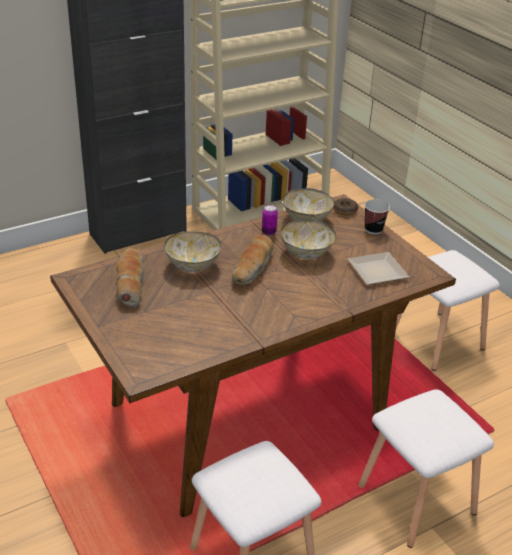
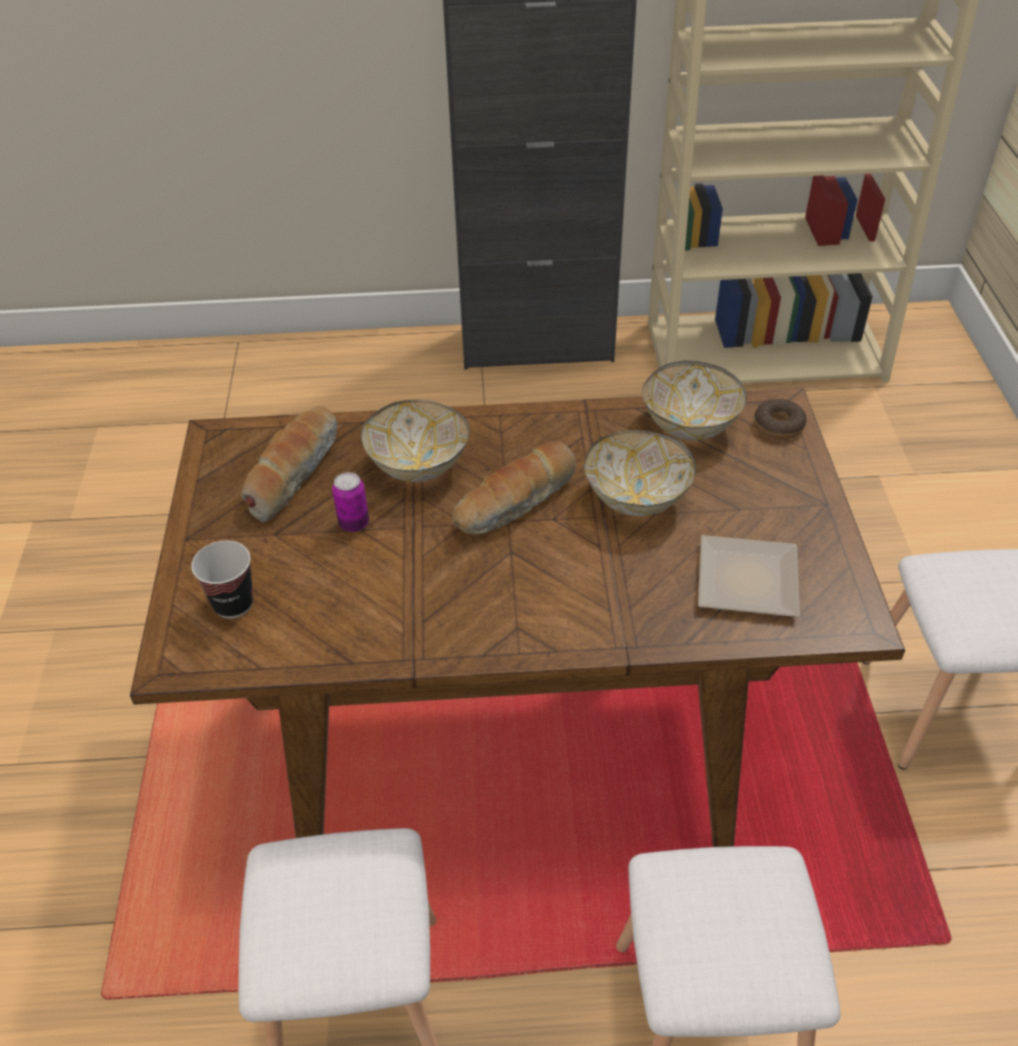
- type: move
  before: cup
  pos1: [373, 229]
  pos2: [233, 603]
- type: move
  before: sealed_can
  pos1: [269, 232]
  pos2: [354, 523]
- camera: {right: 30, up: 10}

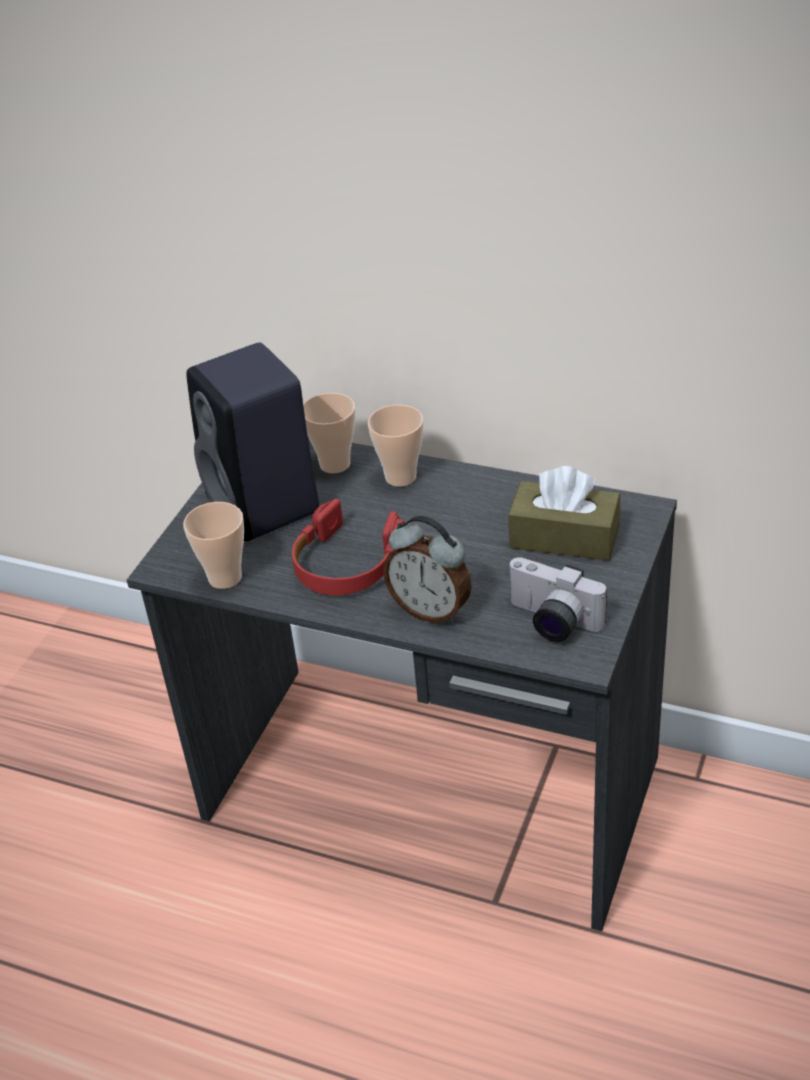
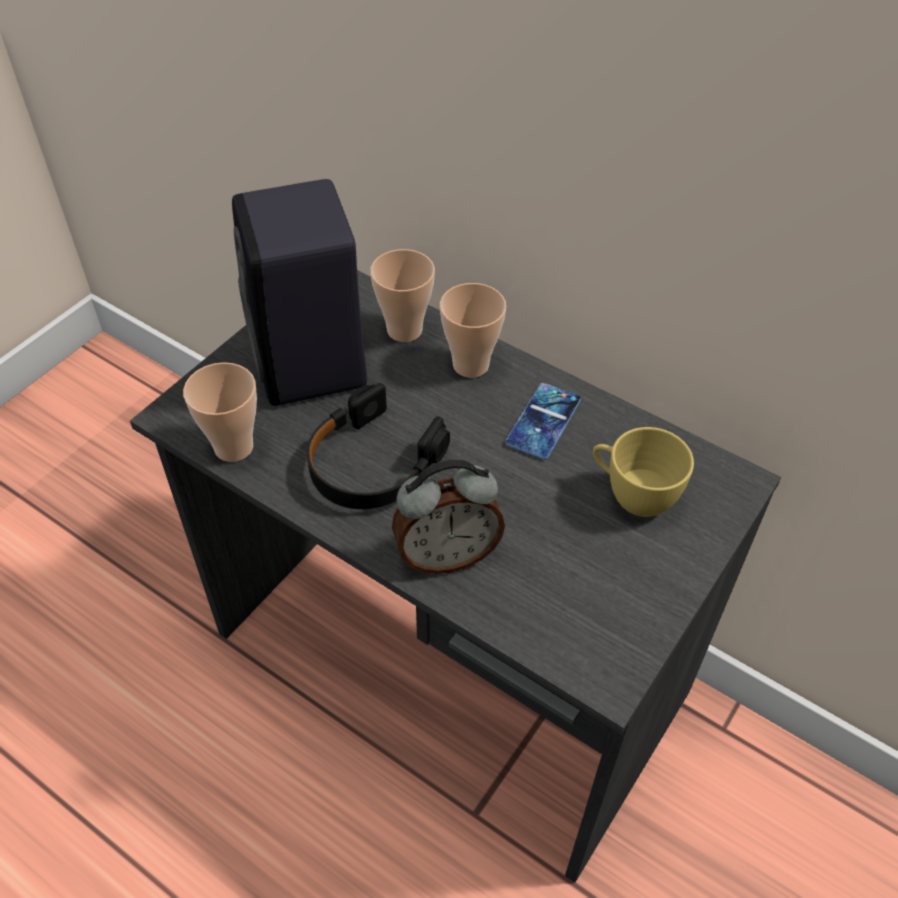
- type: replace
  before: brown_box_of_tissues
  after: yellow-coloured_cup
  pos1: [564, 537]
  pos2: [632, 495]
- type: recolor
  before: red_pair_of_headphones
  after: blackish_pair_of_headphones
  pos1: [346, 563]
  pos2: [372, 463]
- type: rotate
  before: alarm_clock
  pos1: [431, 610]
  pos2: [447, 554]
  turn: -60
- type: delete
  before: still_camera
  pos1: [551, 622]
- type: insert
  after: handset
  pos2: [543, 421]
- camera: {right: 10, up: 10}

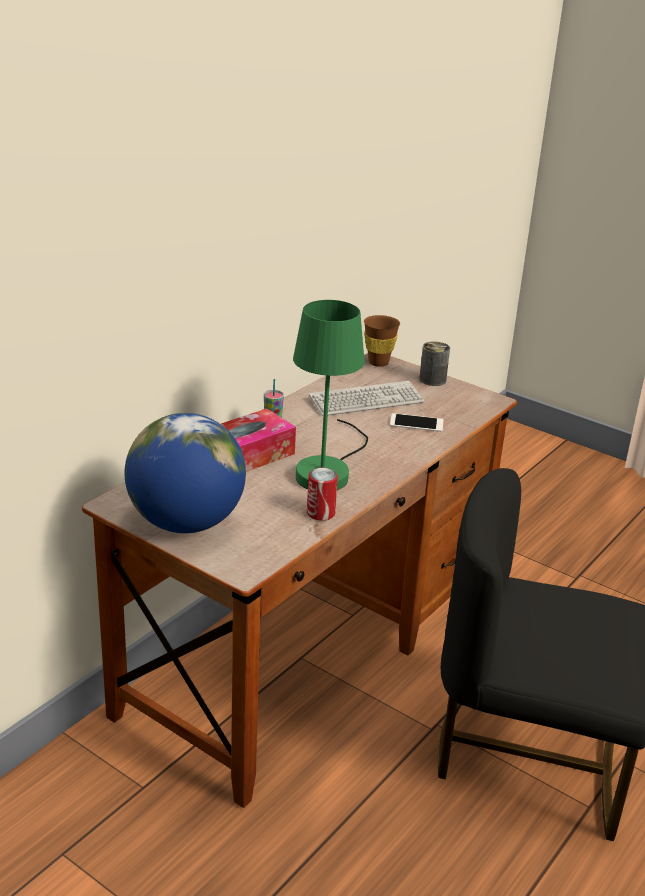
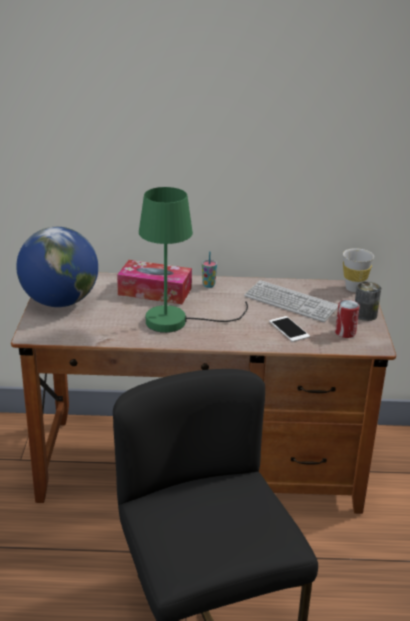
- type: recolor
  before: brown_cup
  after: whitish_cup
  pos1: [378, 362]
  pos2: [354, 288]
- type: move
  before: sealed_can
  pos1: [321, 513]
  pos2: [345, 333]
- camera: {right: 55, up: 0}

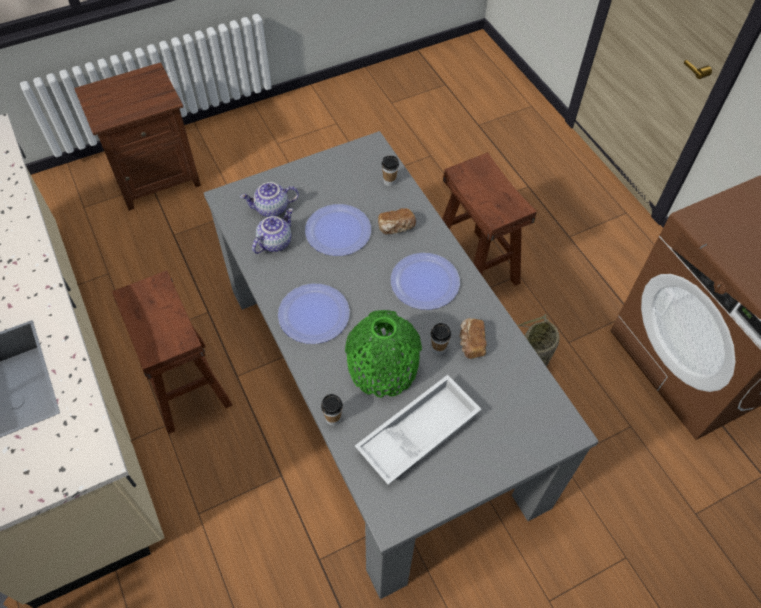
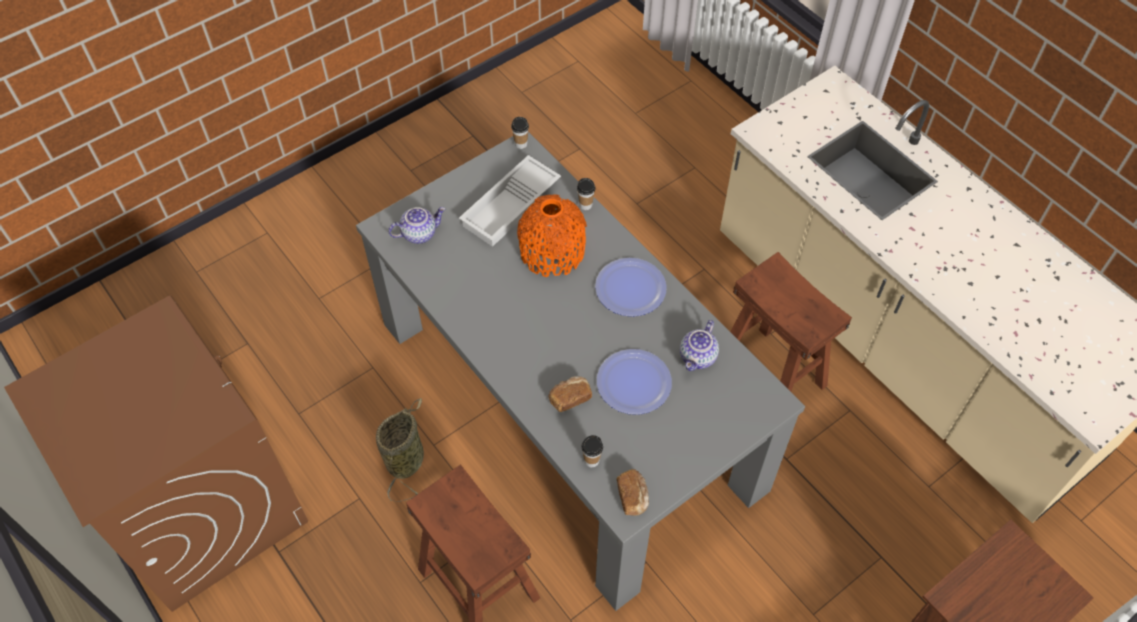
- type: move
  before: tea_pot
  pos1: [271, 209]
  pos2: [419, 233]
- type: delete
  before: dinner_plate
  pos1: [425, 282]
- type: recolor
  before: greenish_decorative_vase
  after: orange_decorative_vase
  pos1: [383, 367]
  pos2: [552, 252]
- type: move
  before: baked_bread
  pos1: [470, 343]
  pos2: [633, 497]
- type: move
  before: cup
  pos1: [438, 348]
  pos2: [521, 144]
- camera: {right: 170, up: 0}

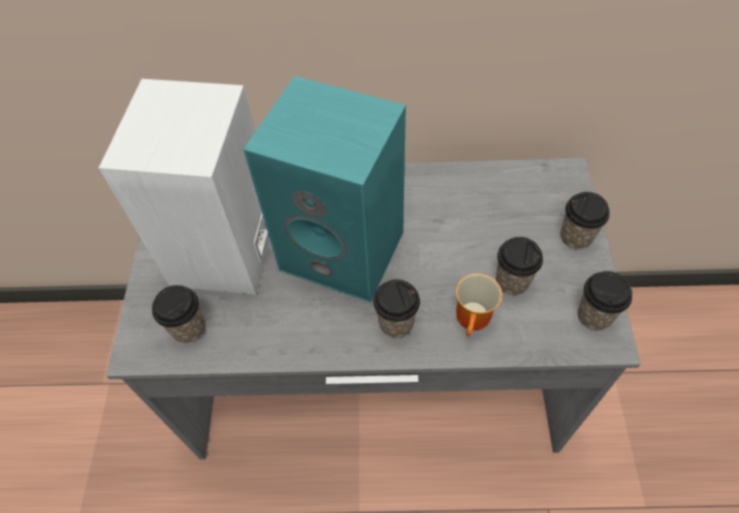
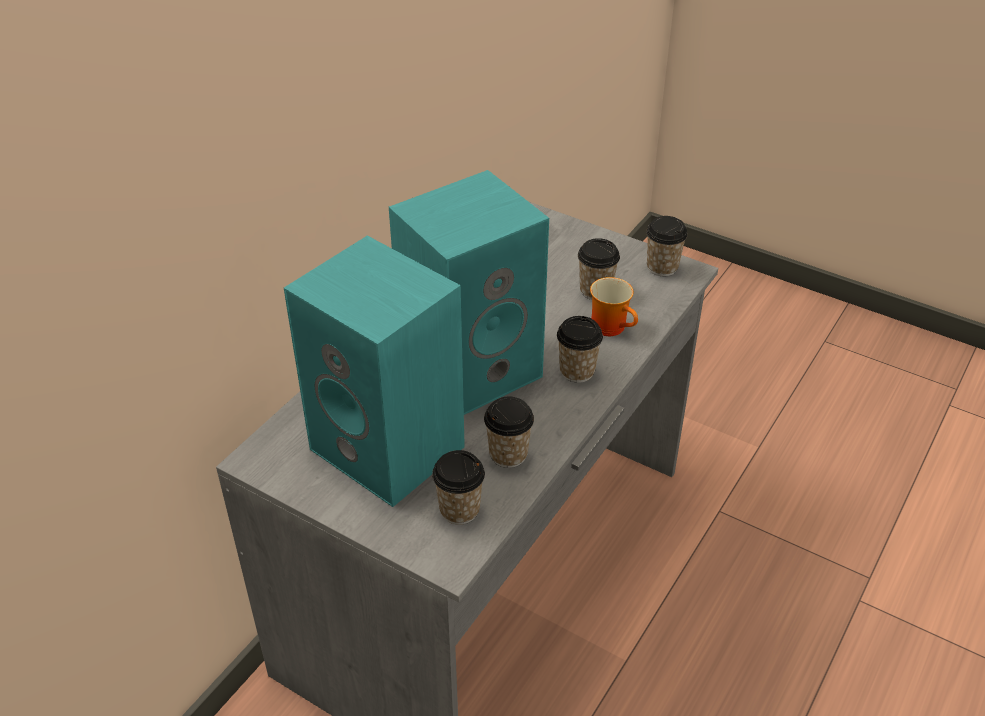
- type: recolor
  before: whitish_loudspeaker
  after: blue-green_loudspeaker
  pos1: [227, 251]
  pos2: [392, 448]
- type: move
  before: cup
  pos1: [576, 237]
  pos2: [508, 454]
- camera: {right: -60, up: -15}

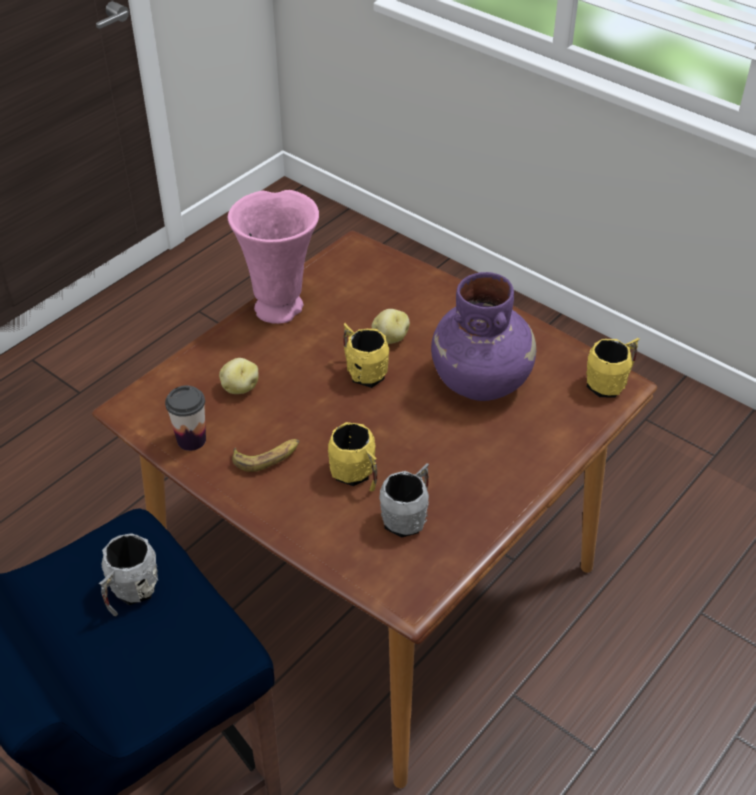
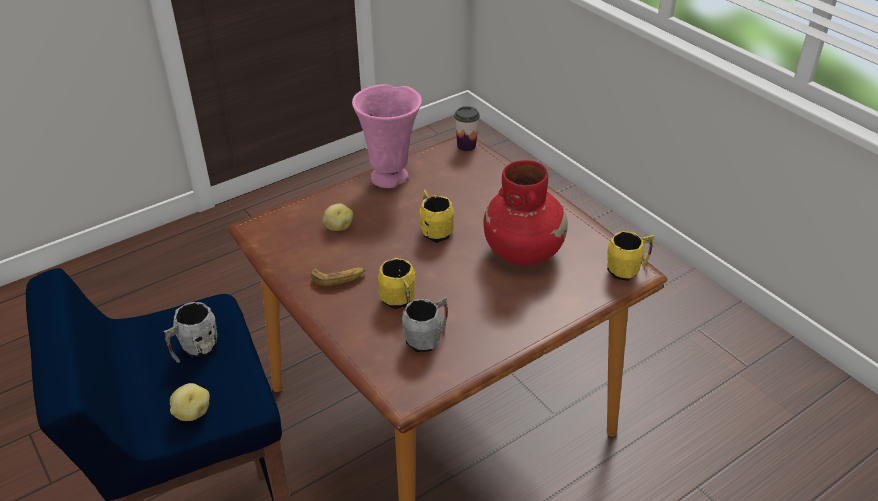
- type: recolor
  before: purple-coloured_decorative_vase
  after: red_decorative_vase
  pos1: [481, 380]
  pos2: [524, 251]
- type: move
  before: whole_potato
  pos1: [390, 338]
  pos2: [192, 412]
- type: move
  before: cup
  pos1: [191, 440]
  pos2: [466, 146]
- camera: {right: 15, up: -5}

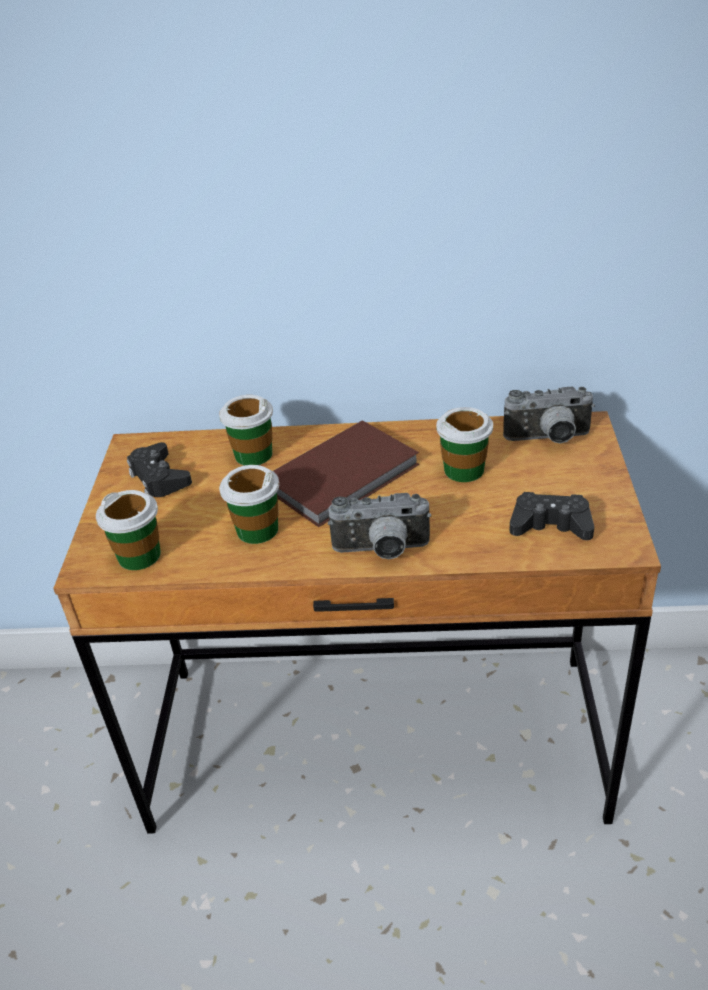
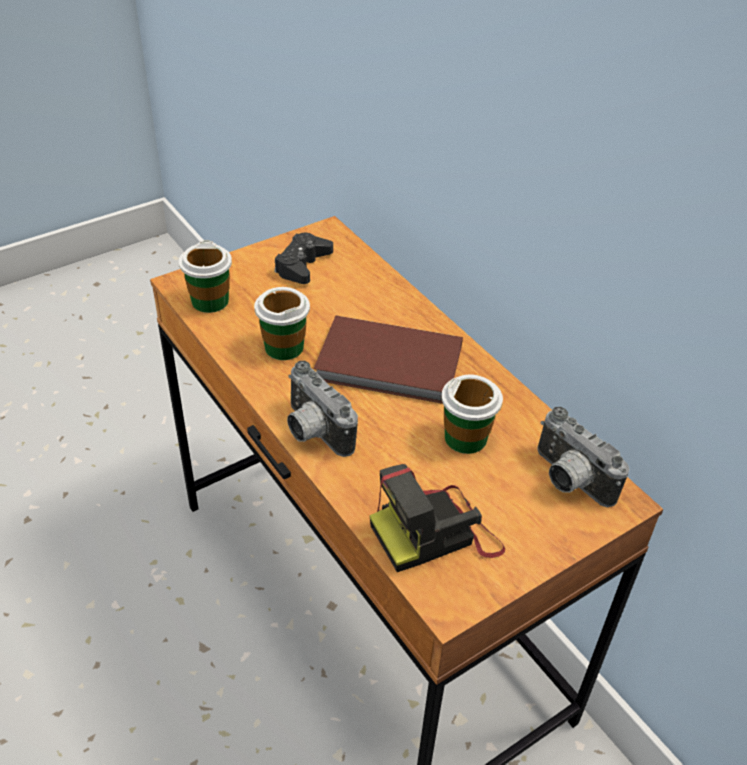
- type: delete
  before: cup
  pos1: [253, 454]
- type: replace
  before: blackish_gamepad
  after: still_camera
  pos1: [551, 525]
  pos2: [436, 533]
- camera: {right: 50, up: 5}

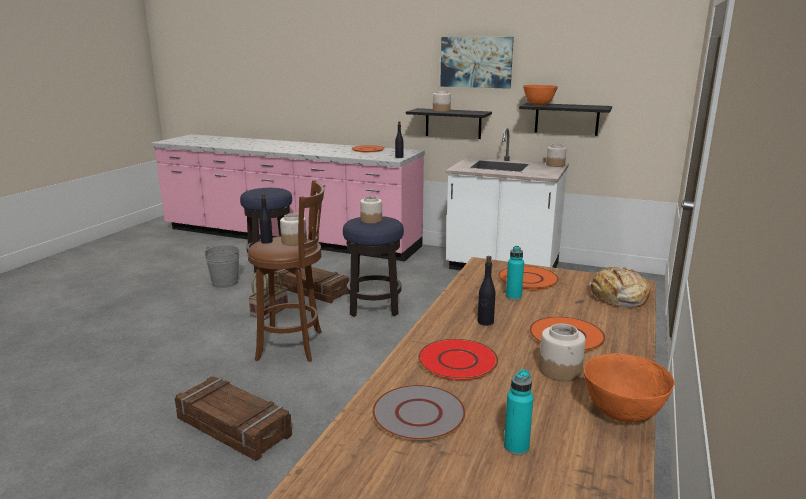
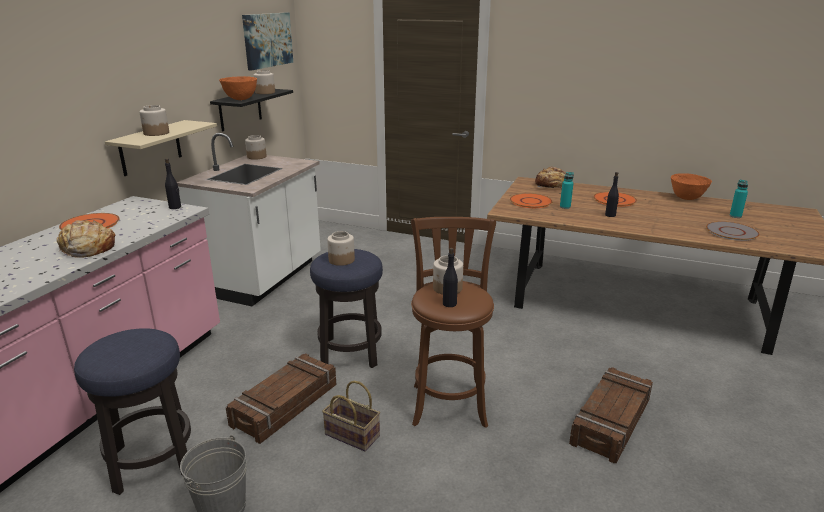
- type: move
  before: wall_art
  pos1: [476, 62]
  pos2: [267, 40]
- type: recolor
  before: blackish_bracket_shelf
  after: beige_bracket_shelf
  pos1: [453, 123]
  pos2: [150, 148]
- type: move
  before: jar
  pos1: [560, 370]
  pos2: [265, 92]
- type: delete
  before: red_dinner_plate
  pos1: [457, 361]
- type: insert
  after: baked_bread
  pos2: [87, 248]
- camera: {right: -90, up: 5}

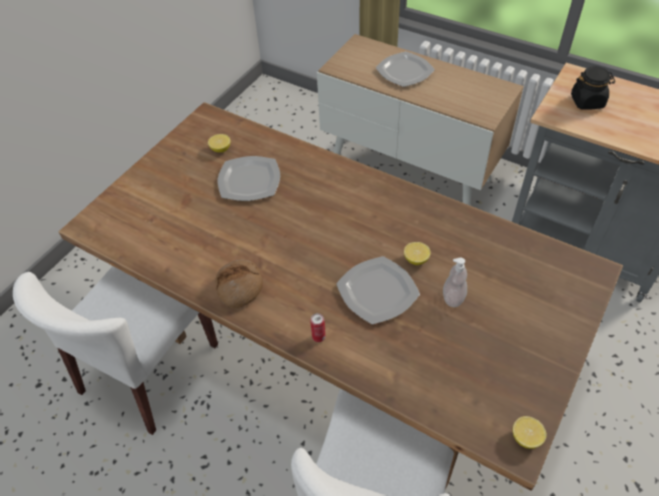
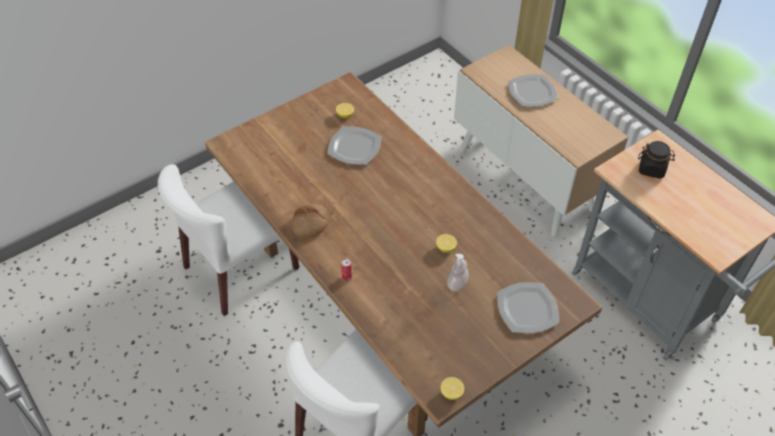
- type: move
  before: dinner_plate
  pos1: [377, 290]
  pos2: [527, 308]
- camera: {right: 20, up: 0}

